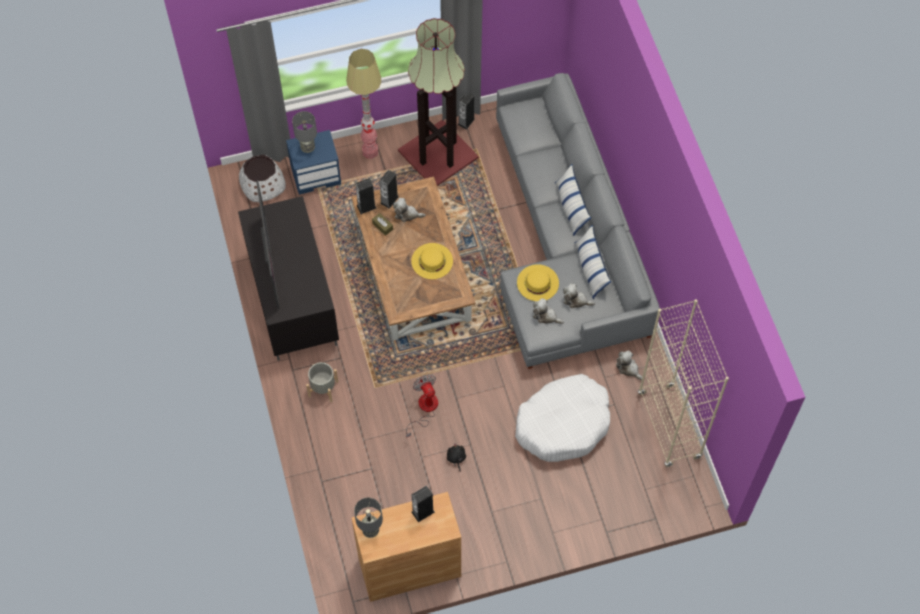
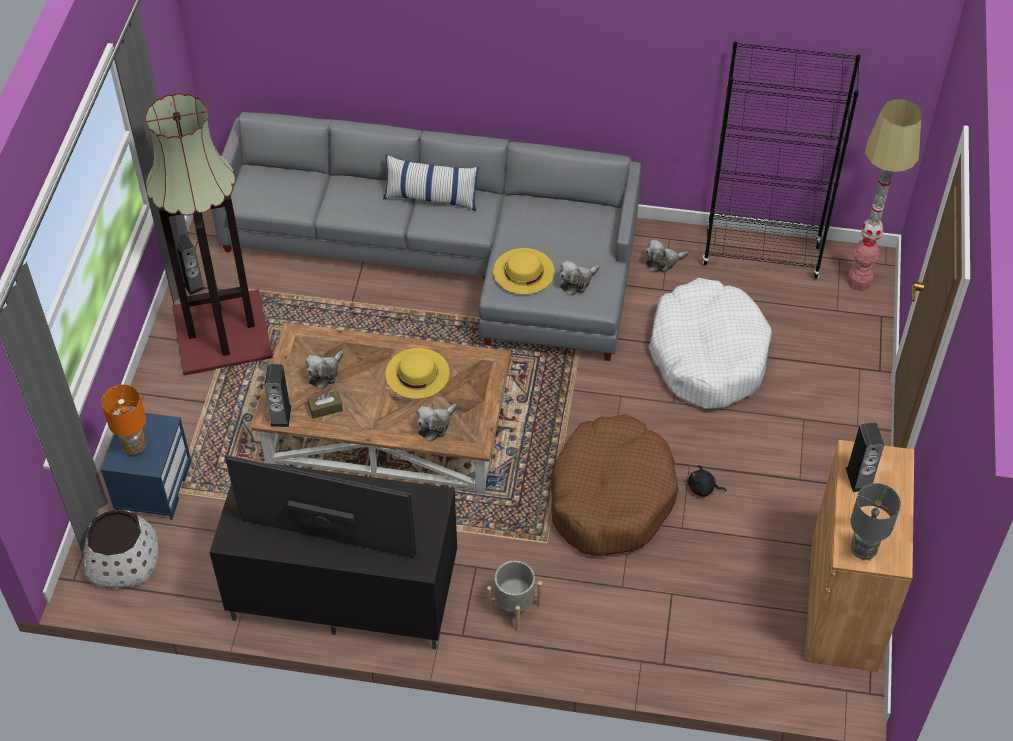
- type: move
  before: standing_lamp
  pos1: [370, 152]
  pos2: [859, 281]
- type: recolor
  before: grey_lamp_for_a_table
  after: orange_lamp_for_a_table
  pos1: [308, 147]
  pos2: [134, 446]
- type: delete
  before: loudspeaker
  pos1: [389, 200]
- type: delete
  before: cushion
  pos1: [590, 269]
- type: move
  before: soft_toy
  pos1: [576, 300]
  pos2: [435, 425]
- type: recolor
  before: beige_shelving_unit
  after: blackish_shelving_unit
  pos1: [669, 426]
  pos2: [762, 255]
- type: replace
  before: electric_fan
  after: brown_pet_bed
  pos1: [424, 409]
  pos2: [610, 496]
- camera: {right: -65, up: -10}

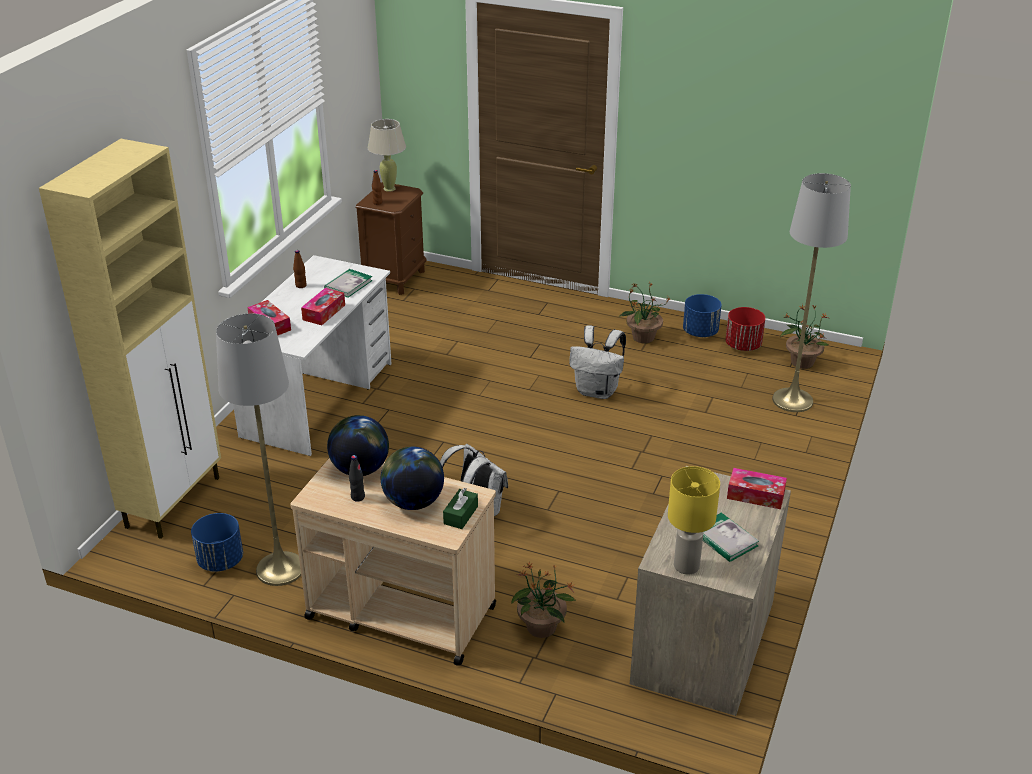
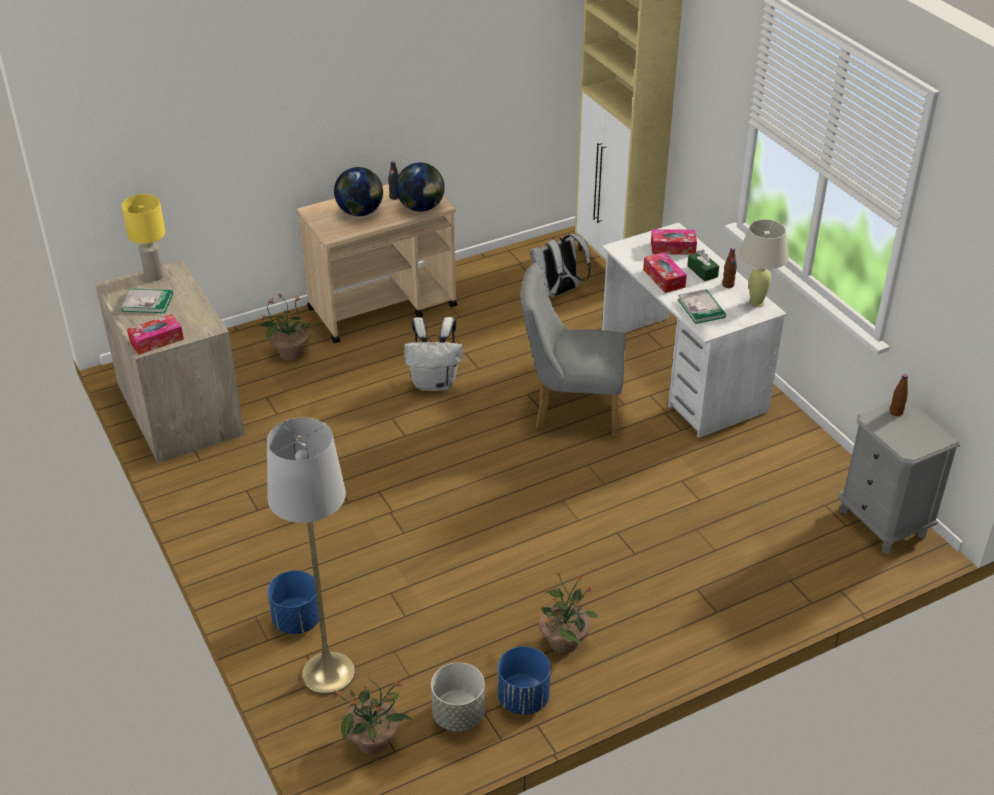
- type: move
  before: beige_lamp_for_a_table
  pos1: [389, 189]
  pos2: [756, 302]
- type: recolor
  before: brown_night_table
  after: grey_night_table
  pos1: [395, 279]
  pos2: [883, 522]
- type: recolor
  before: red_plant_pot
  after: grey_plant_pot
  pos1: [743, 346]
  pos2: [458, 715]
- type: delete
  before: grey_standing_lamp
  pos1: [280, 569]
- type: move
  before: whitish_backpack
  pos1: [598, 391]
  pos2: [558, 292]
- type: move
  before: greenish_box_of_tissues
  pos1: [460, 515]
  pos2: [702, 271]
- type: move
  before: blue-coloured_plant_pot
  pos1: [221, 561]
  pos2: [296, 620]
- type: insert
  after: grey_upright_chair
  pos2: [570, 409]
- camera: {right: 130, up: 5}

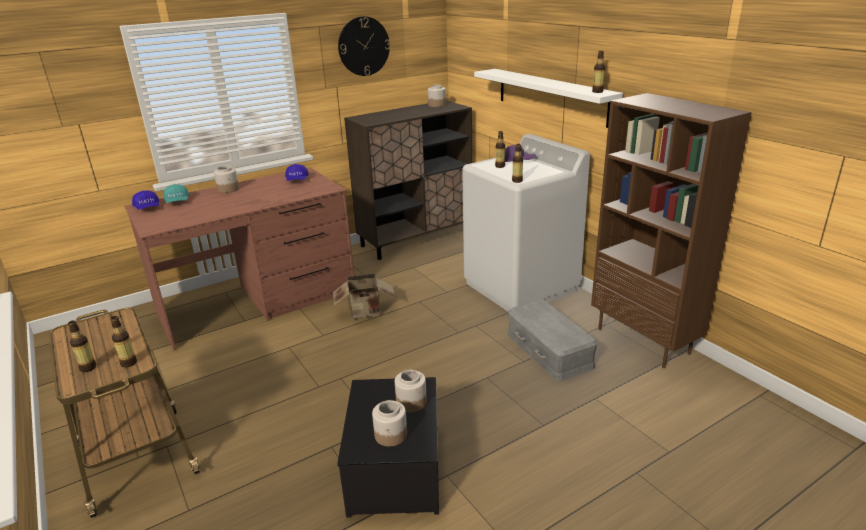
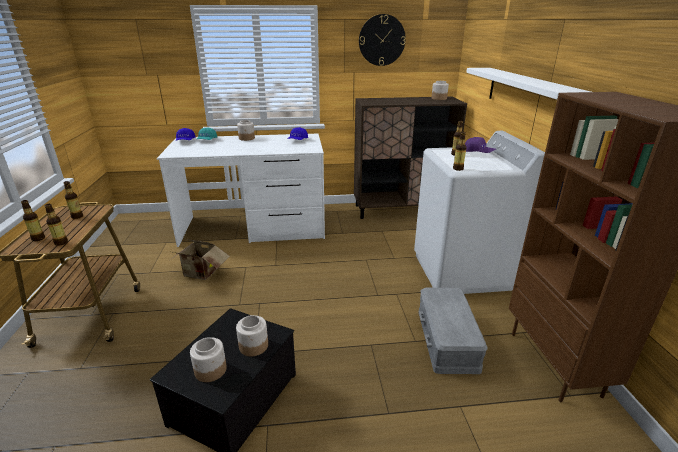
- type: move
  before: drink_bottle
  pos1: [597, 91]
  pos2: [77, 216]
- type: recolor
  before: brown_desk_table
  after: whitish_desk_table
  pos1: [258, 301]
  pos2: [254, 227]
- type: move
  before: carton
  pos1: [366, 312]
  pos2: [201, 274]
- camera: {right: 25, up: 0}

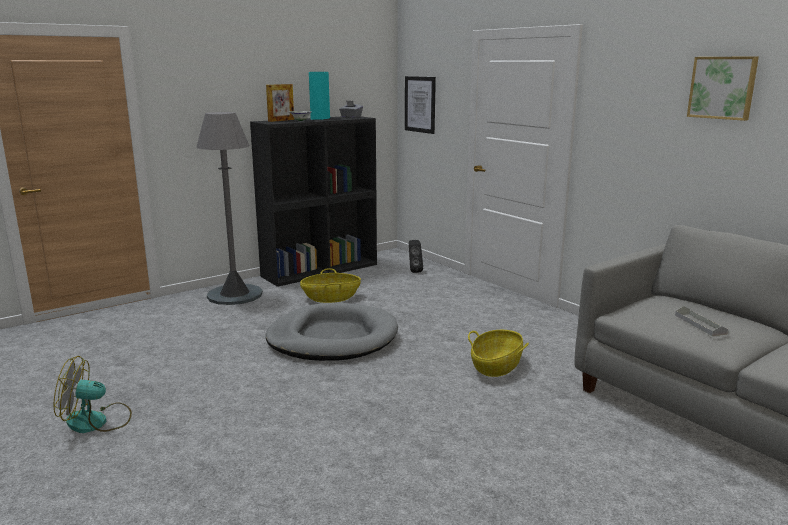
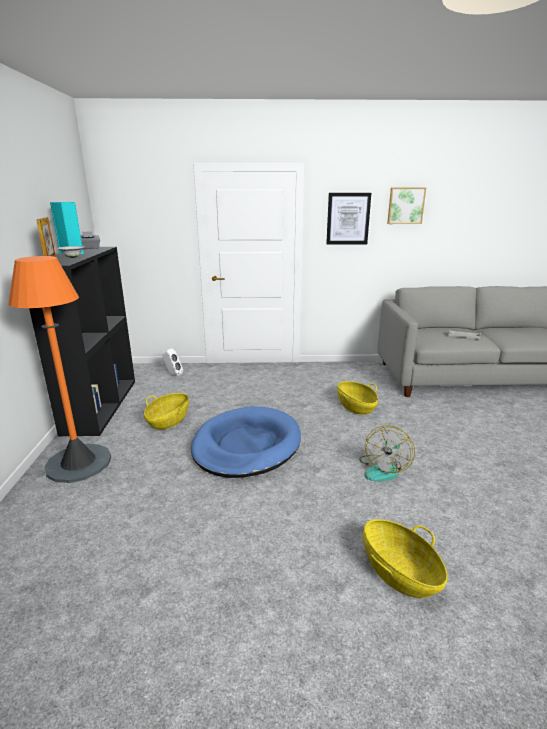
- type: move
  before: wall_art
  pos1: [420, 104]
  pos2: [348, 219]
- type: recolor
  before: grey_standing_lamp
  after: orange_standing_lamp
  pos1: [235, 295]
  pos2: [78, 463]
- type: recolor
  before: blackish_loudspeaker
  after: whitish_loudspeaker
  pos1: [414, 271]
  pos2: [173, 375]
- type: recolor
  before: grey_pet_bed
  after: blue-coloured_pet_bed
  pos1: [332, 338]
  pos2: [246, 445]
- type: move
  before: electric_fan
  pos1: [96, 422]
  pos2: [383, 469]
- type: insert
  after: basket
  pos2: [399, 572]
- camera: {right: -55, up: 5}

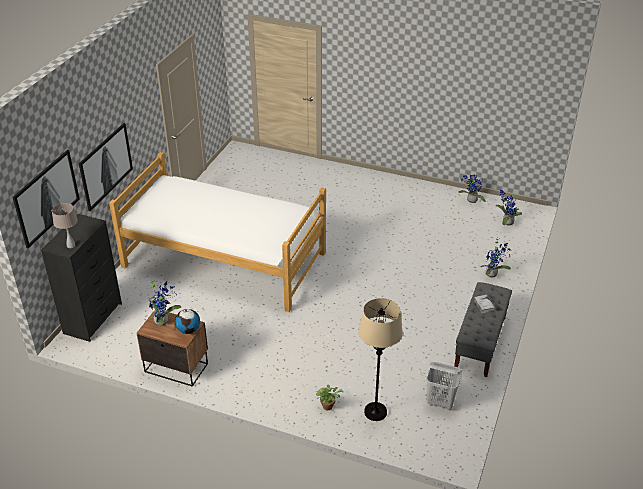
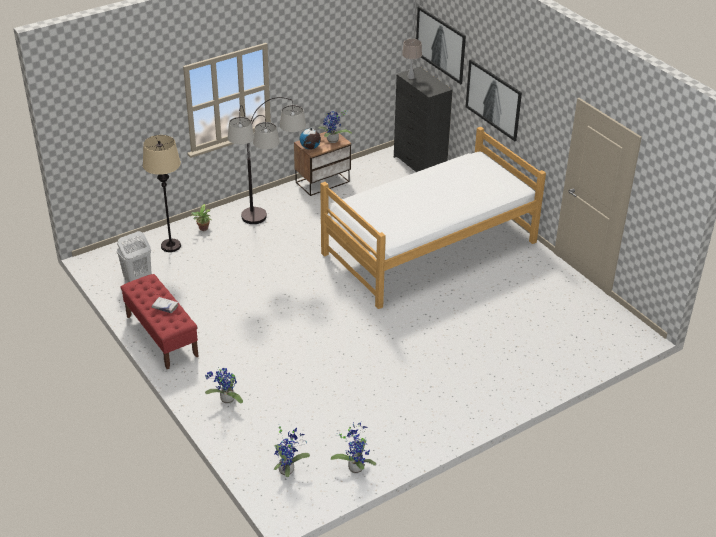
- type: recolor
  before: grey_long_seat
  after: red_long_seat
  pos1: [480, 342]
  pos2: [161, 336]
- type: insert
  after: standing_lamp
  pos2: [266, 233]
- camera: {right: 125, up: 0}

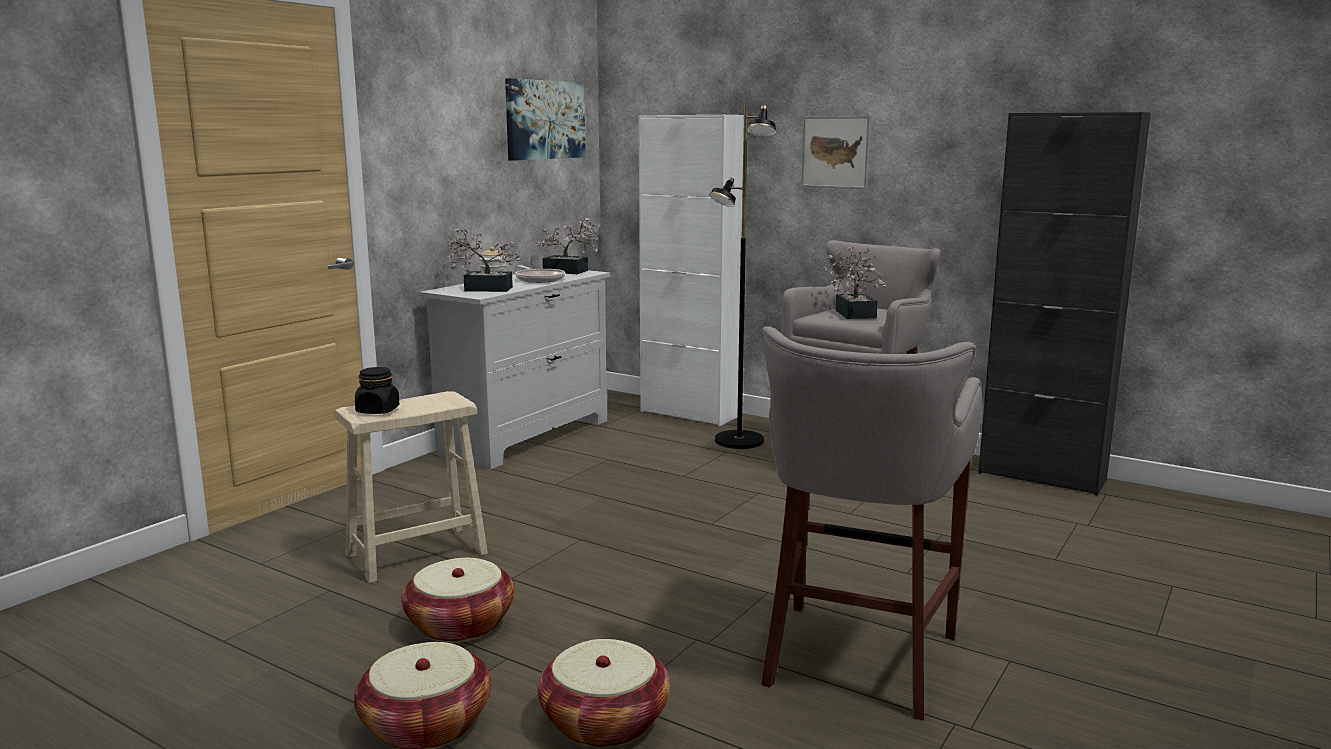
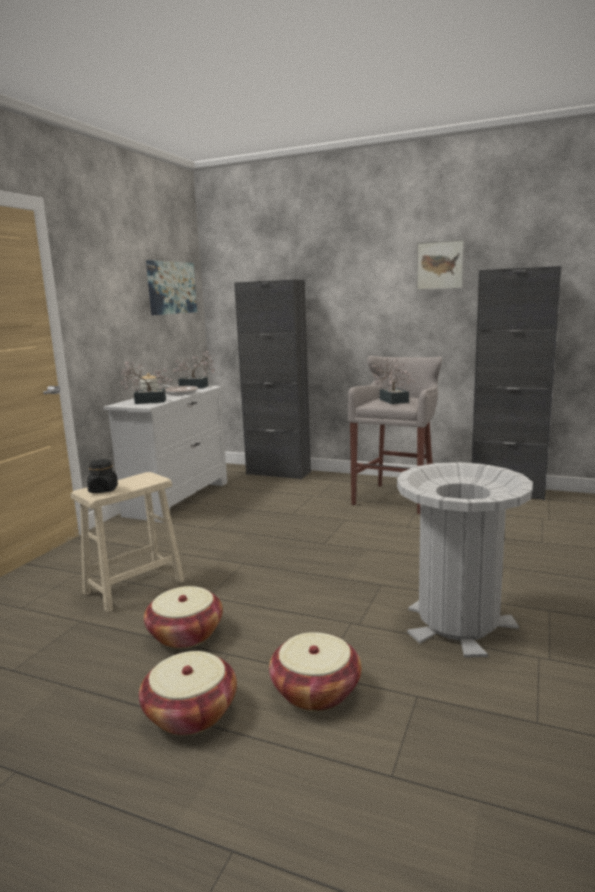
- type: delete
  before: blackish_standing_lamp
  pos1: [738, 441]
- type: recolor
  before: whitish_cupboard
  after: blackish_cupboard
  pos1: [690, 413]
  pos2: [278, 473]
- type: move
  before: wall_art
  pos1: [835, 152]
  pos2: [440, 265]
- type: replace
  before: grey_sitting_stool
  after: grey_rubbish_bin
  pos1: [856, 661]
  pos2: [458, 624]
- camera: {right: -10, up: 0}

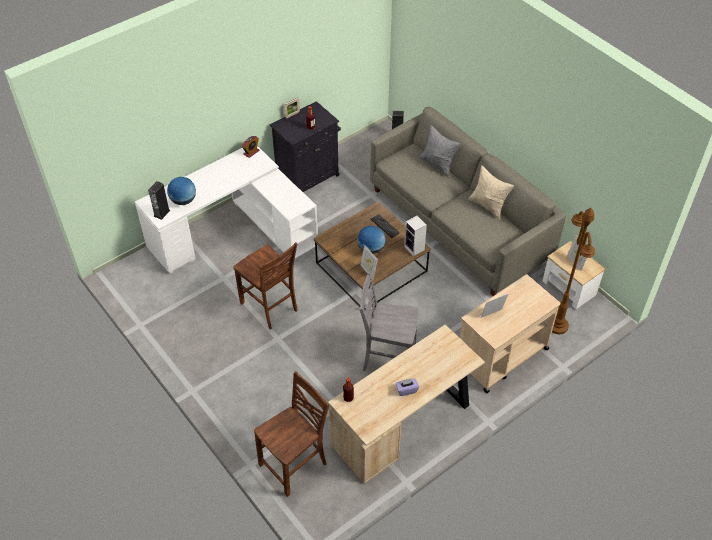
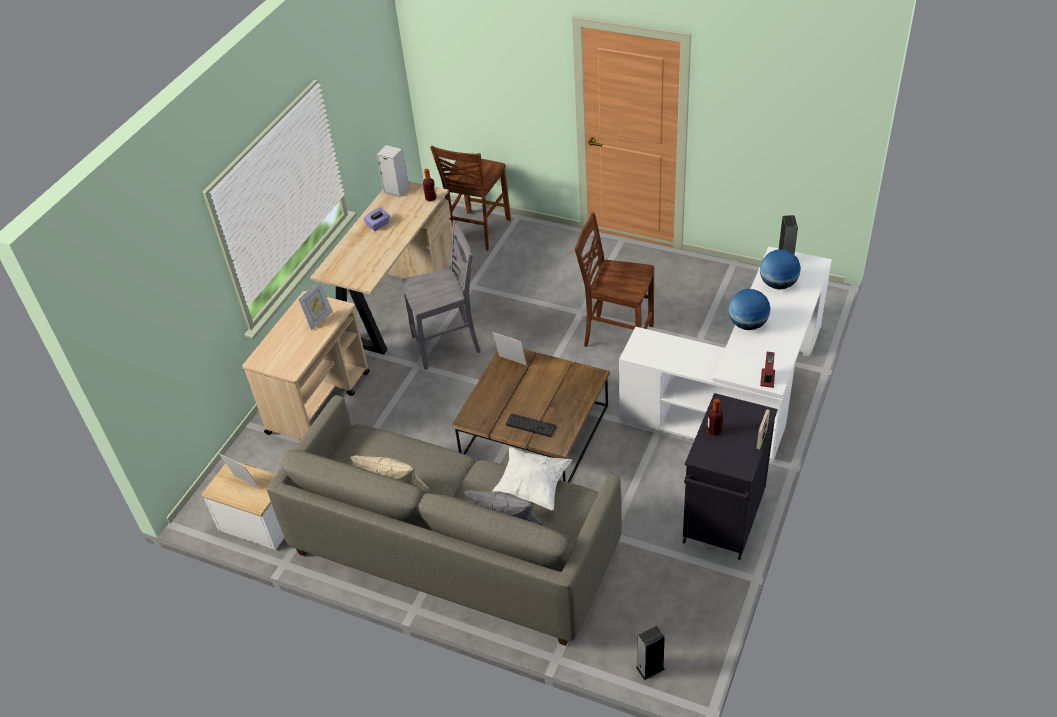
- type: delete
  before: brown_standing_lamp
  pos1: [558, 326]
- type: move
  before: loudspeaker
  pos1: [415, 248]
  pos2: [395, 190]
- type: move
  before: desk_globe
  pos1: [371, 249]
  pos2: [747, 324]
- type: insert
  after: whitish_cushion
  pos2: [531, 488]
- camera: {right: 155, up: -5}

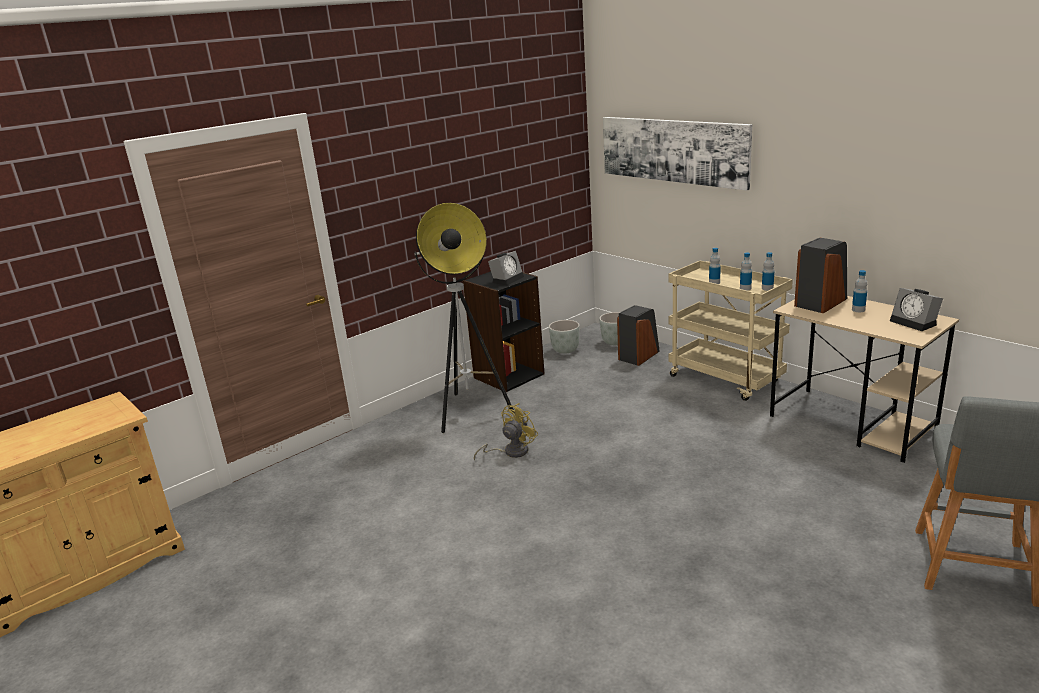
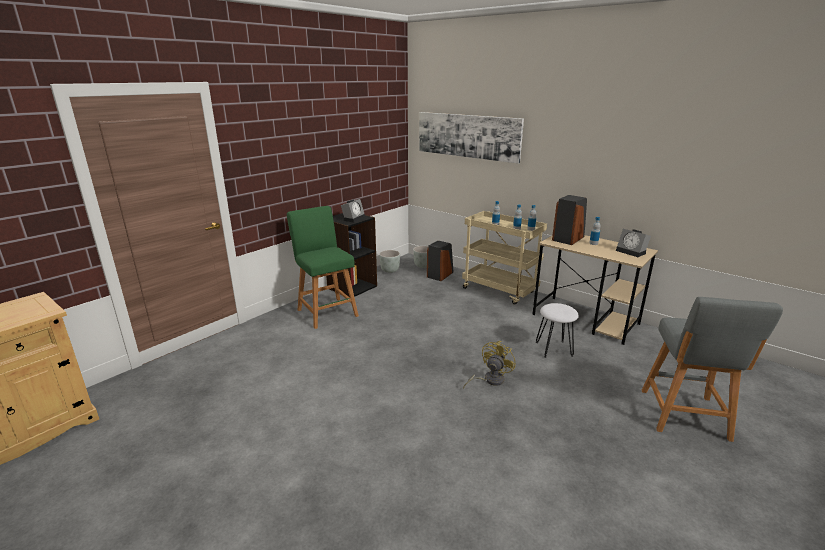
- type: replace
  before: standing_lamp
  after: greenish_sitting_stool
  pos1: [470, 412]
  pos2: [326, 311]
- type: move
  before: yellow-coloured_electric_fan
  pos1: [510, 452]
  pos2: [489, 380]
- type: insert
  after: whitish_sitting_stool
  pos2: [553, 349]
- camera: {right: -10, up: 0}

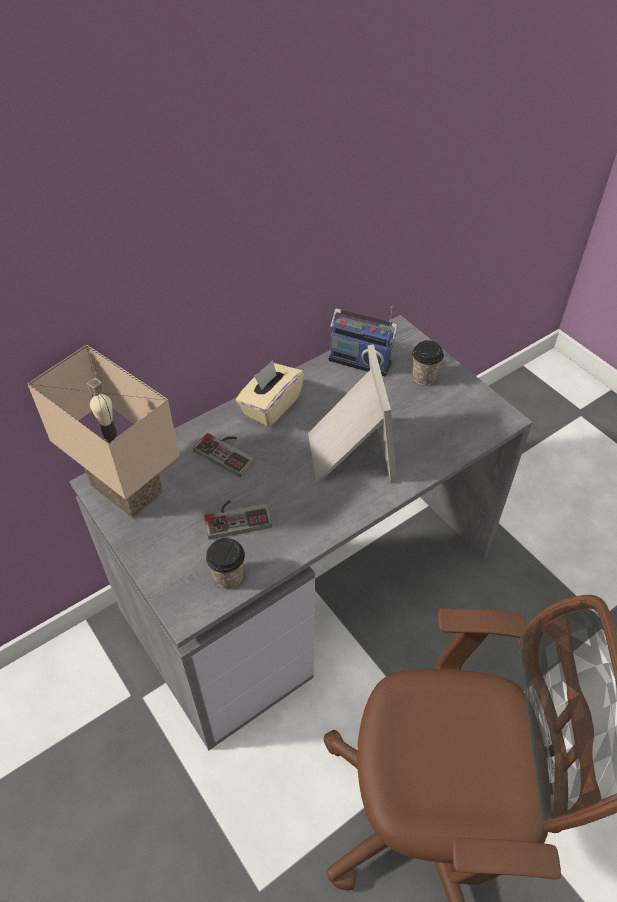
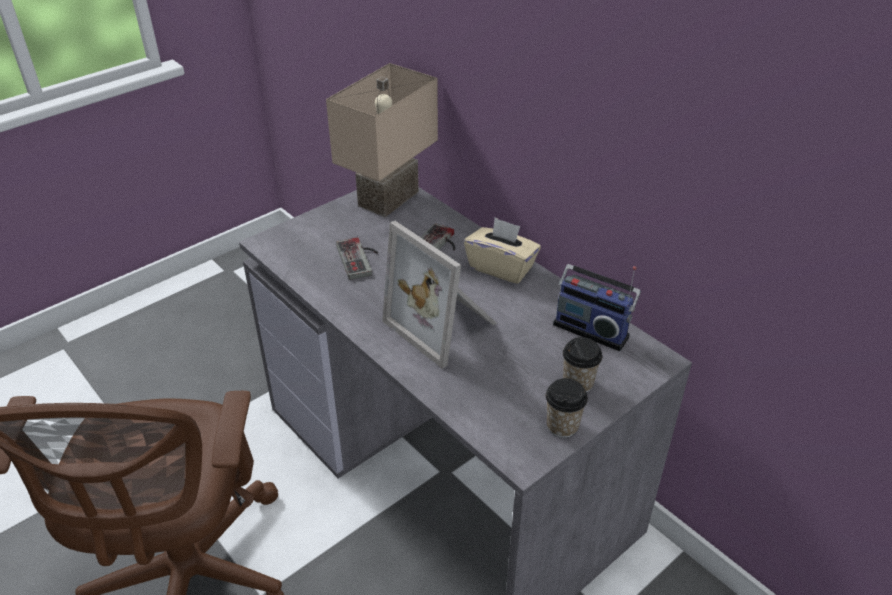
- type: rotate
  before: radio
  pos1: [361, 360]
  pos2: [592, 329]
  turn: -75
- type: rotate
  before: picture_frame
  pos1: [348, 453]
  pos2: [444, 324]
  turn: 60
- type: move
  before: cup
  pos1: [228, 577]
  pos2: [562, 426]
- camera: {right: 85, up: -10}

